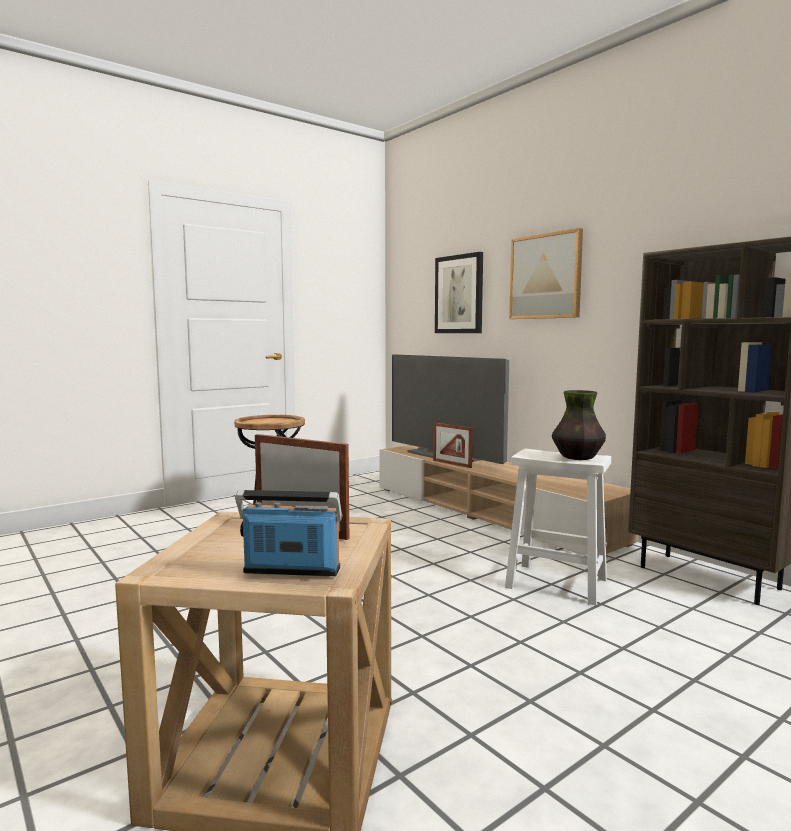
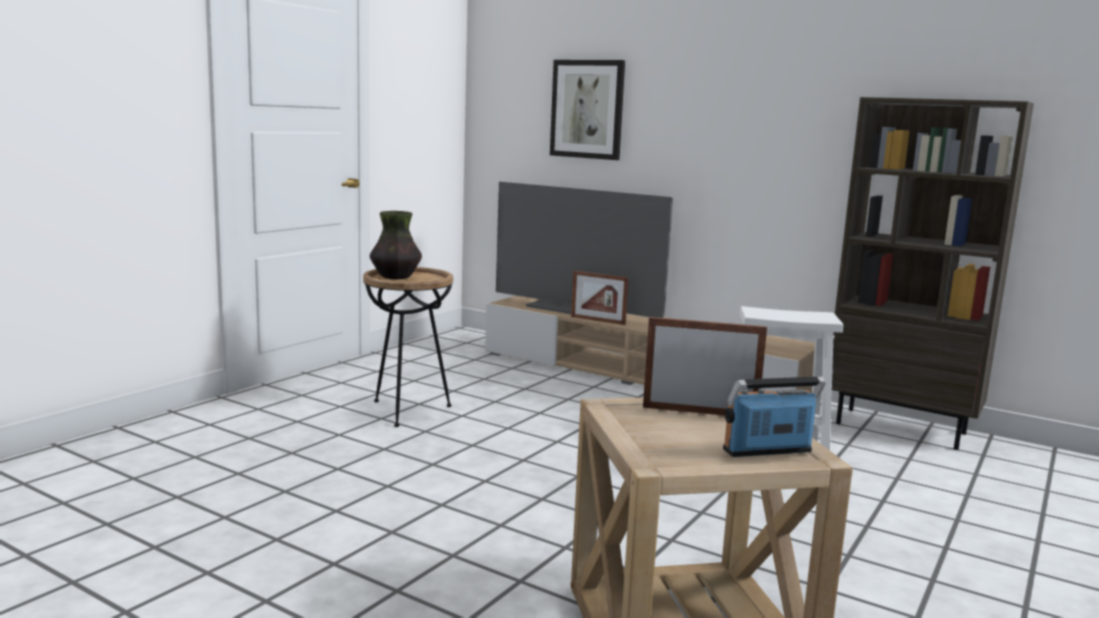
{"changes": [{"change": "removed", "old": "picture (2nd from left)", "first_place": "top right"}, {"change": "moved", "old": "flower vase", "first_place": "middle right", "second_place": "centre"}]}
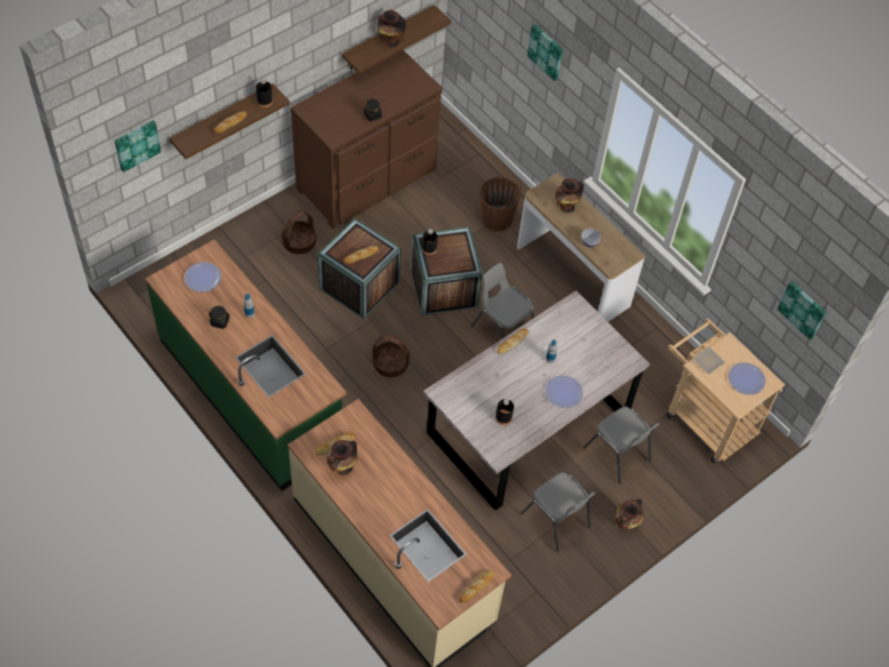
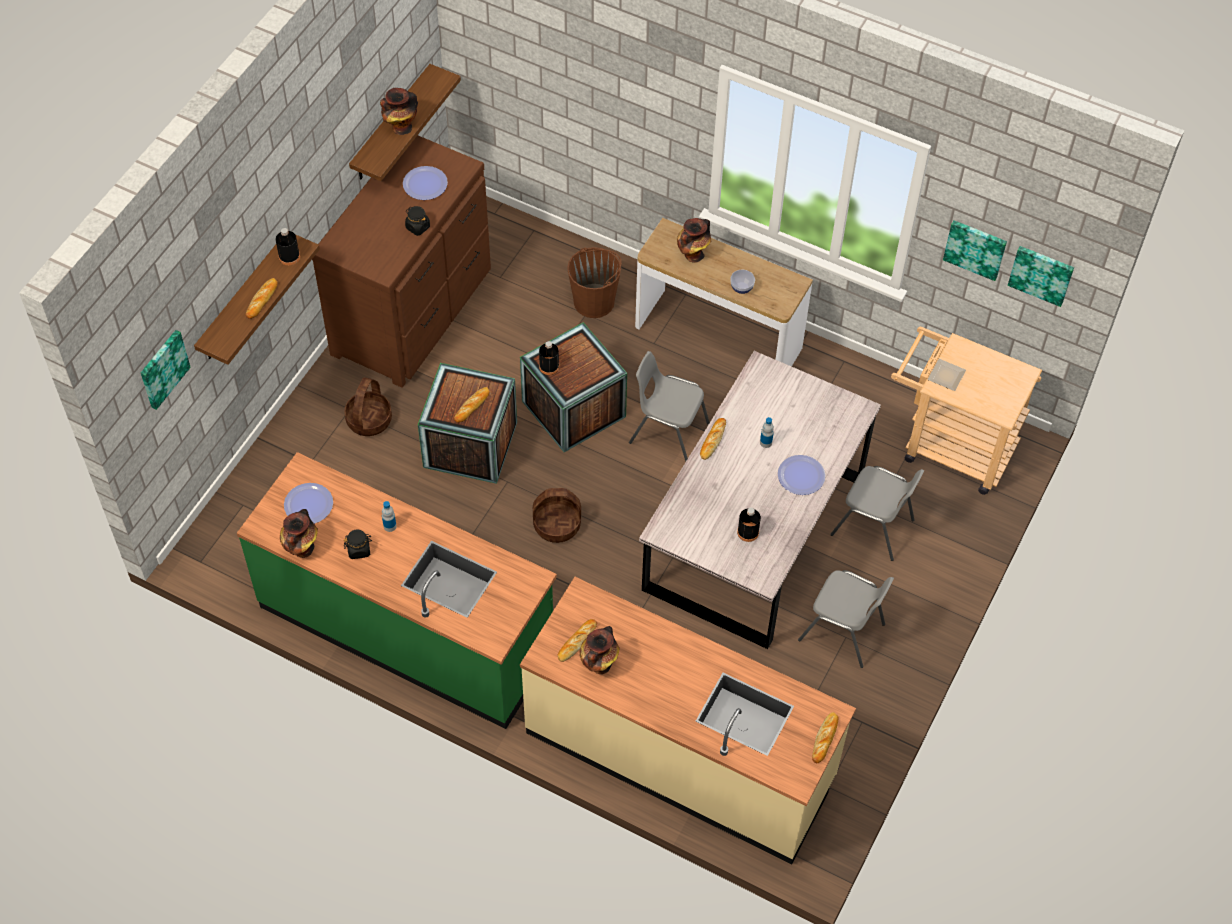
{"changes": [{"change": "moved", "old": "picture (2nd from left)", "first_place": "top centre", "second_place": "top right"}, {"change": "moved", "old": "flower vase (4th from left in the first image)", "new": "flower vase (1st from left)", "first_place": "bottom right", "second_place": "middle left"}, {"change": "moved", "old": "dinner plate (4th from left in the first image)", "new": "dinner plate (2nd from left)", "first_place": "middle right", "second_place": "top centre"}]}
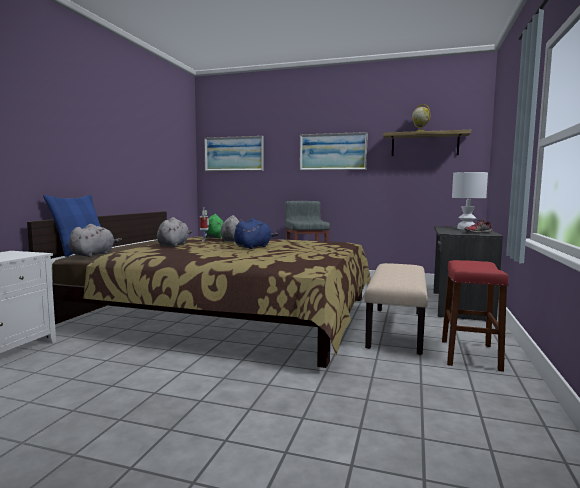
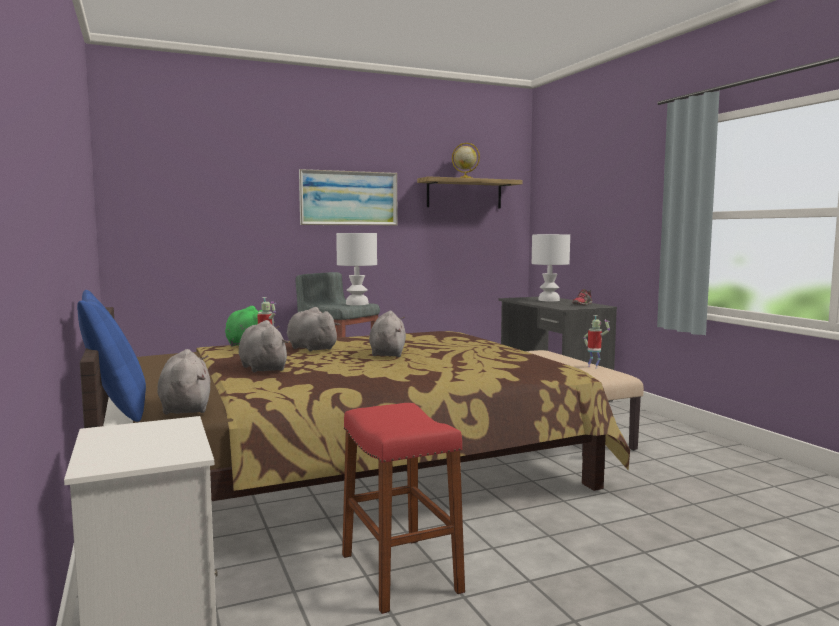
{"changes": [{"change": "removed", "old": "picture (1st from left)", "first_place": "top centre"}, {"change": "recoloured", "old": "soft toy (blue-coloured)", "new": "soft toy (greyish) (4th from left)", "first_place": "centre", "second_place": "centre"}, {"change": "moved", "old": "stool (reddish)", "first_place": "middle right", "second_place": "bottom centre"}, {"change": "added", "new": "lamp for a table (whitish) (1st from left)", "second_place": "centre"}, {"change": "added", "new": "robot figure (2nd from left)", "second_place": "middle right"}]}
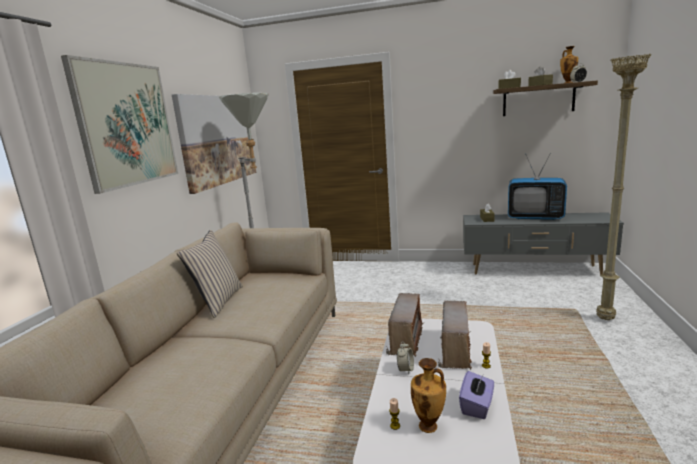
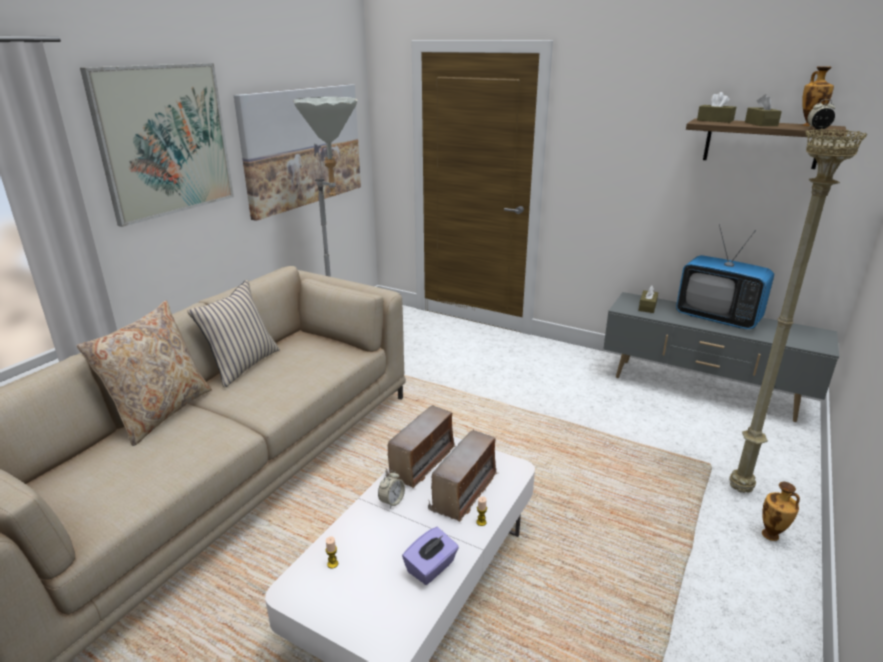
{"changes": [{"change": "moved", "old": "flower vase (1st from left)", "first_place": "bottom centre", "second_place": "bottom right"}, {"change": "added", "new": "pillow (beige-coloured) (1st from left)", "second_place": "middle left"}]}
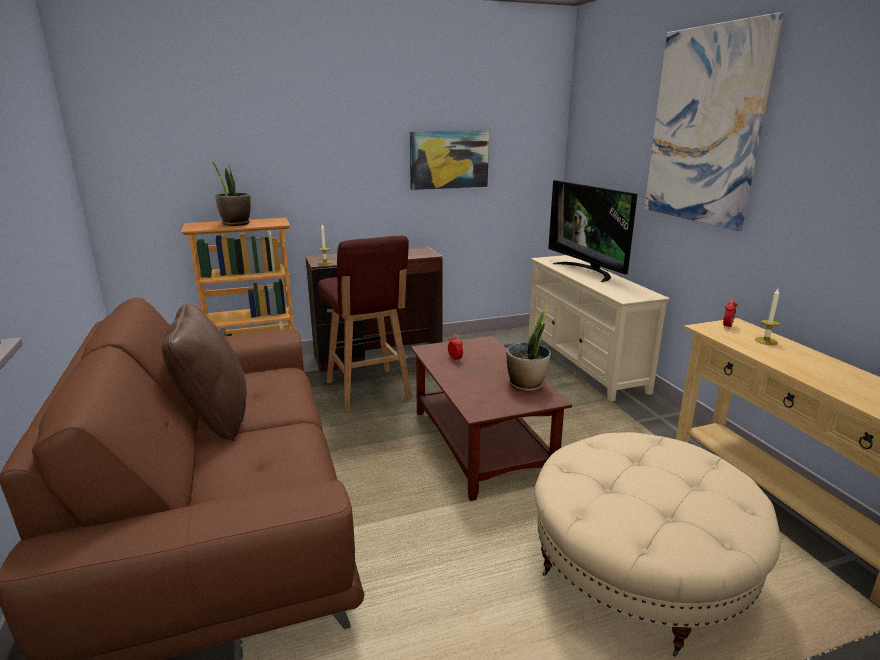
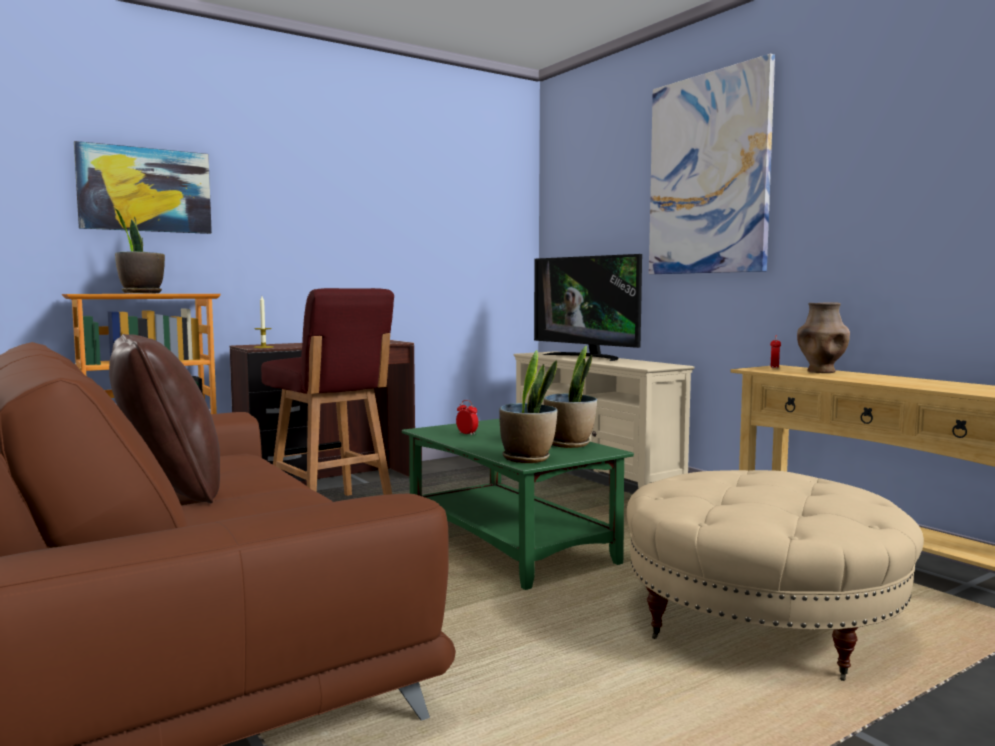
{"changes": [{"change": "moved", "old": "picture (1st from left)", "first_place": "top centre", "second_place": "top left"}, {"change": "recoloured", "old": "low table (brown)", "new": "low table (greenish)", "first_place": "centre", "second_place": "bottom centre"}, {"change": "replaced", "old": "wax light (2nd from left)", "new": "flower vase (brown)", "first_place": "middle right", "second_place": "middle right"}, {"change": "added", "new": "houseplant (2nd from left)", "second_place": "centre"}]}
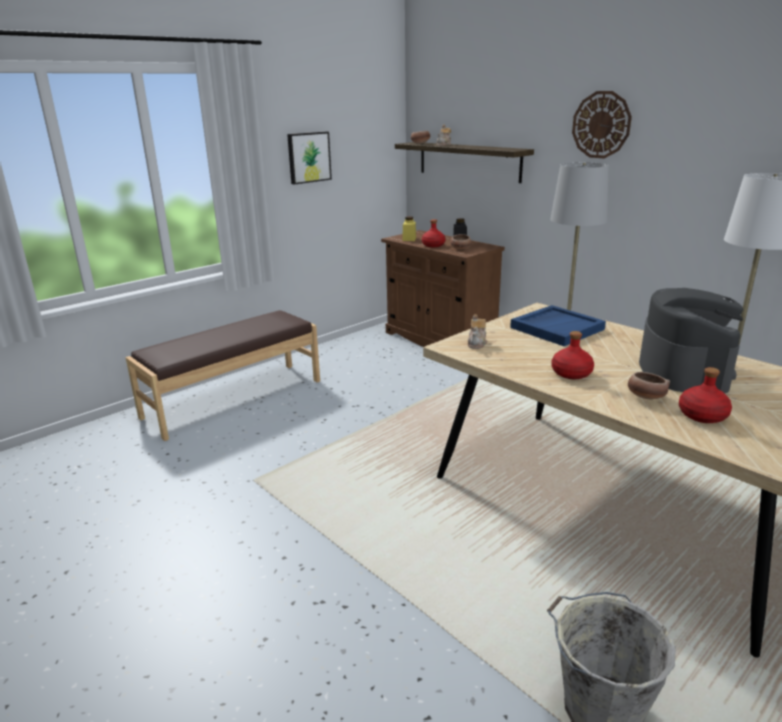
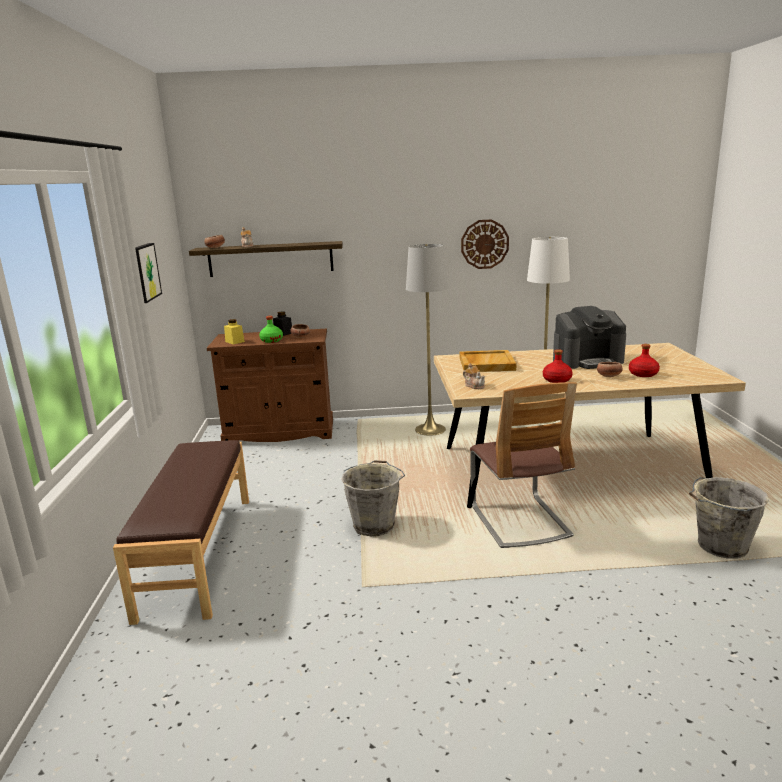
{"changes": [{"change": "recoloured", "old": "bottle (reddish) (1st from left)", "new": "bottle (greenish)", "first_place": "top centre", "second_place": "centre"}, {"change": "recoloured", "old": "tray (blue-coloured)", "new": "tray (beige-coloured)", "first_place": "middle right", "second_place": "centre"}, {"change": "moved", "old": "wall clock", "first_place": "top right", "second_place": "top centre"}, {"change": "turned", "old": "coffee maker", "first_place": "middle right", "second_place": "middle right", "degrees": 120}, {"change": "added", "new": "bucket (greyish) (1st from left)", "second_place": "centre"}, {"change": "added", "new": "upright chair", "second_place": "middle right"}]}
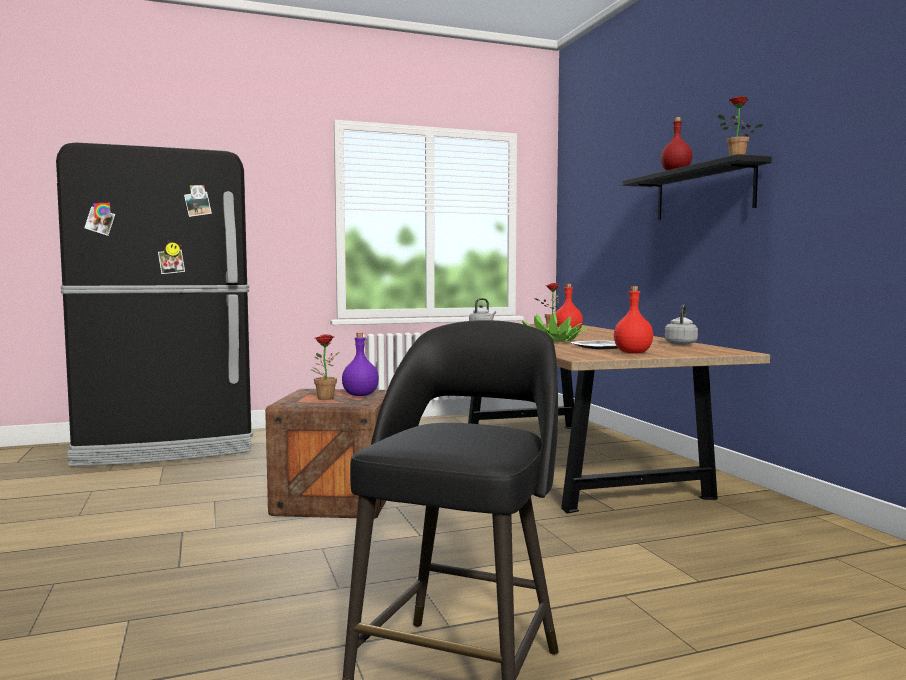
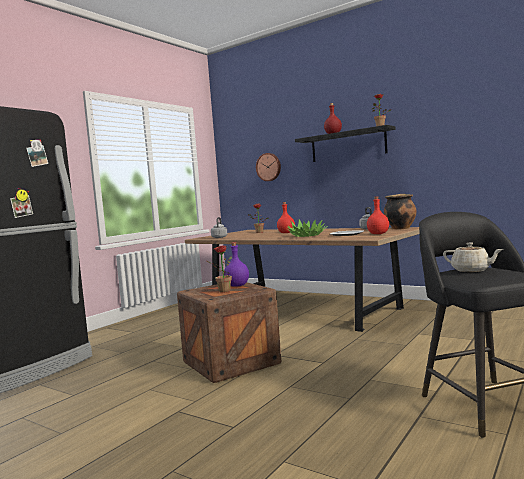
{"changes": [{"change": "added", "new": "wall clock", "second_place": "centre"}, {"change": "added", "new": "stockpot", "second_place": "middle right"}, {"change": "added", "new": "tea pot (beige-coloured)", "second_place": "middle right"}]}
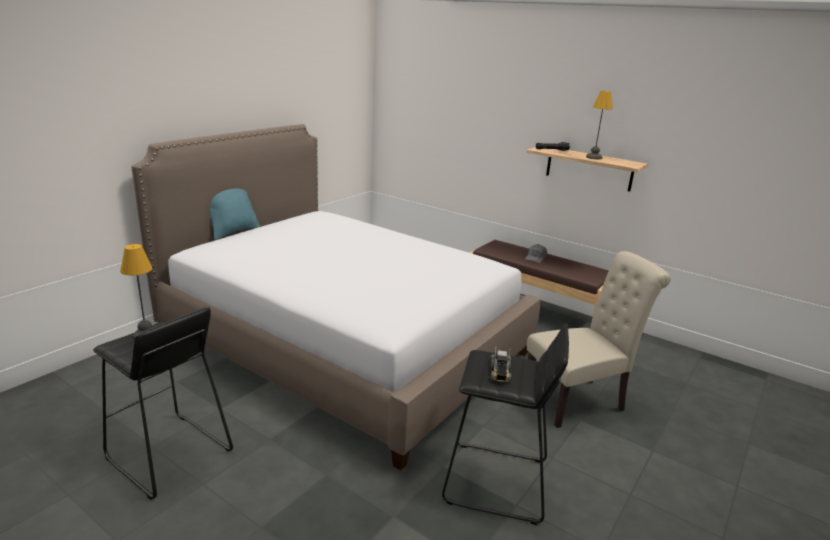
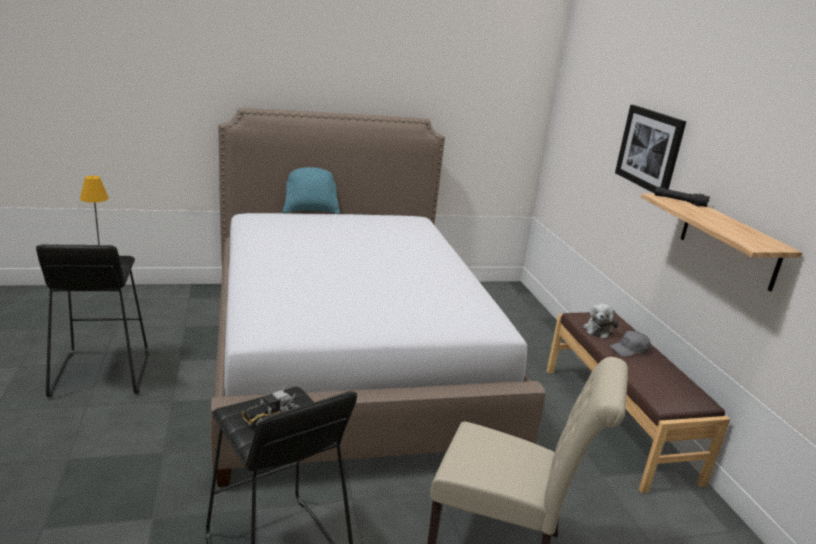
{"changes": [{"change": "removed", "old": "lamp for a table (2nd from left)", "first_place": "top right"}, {"change": "added", "new": "soft toy", "second_place": "middle right"}, {"change": "added", "new": "picture", "second_place": "top right"}]}
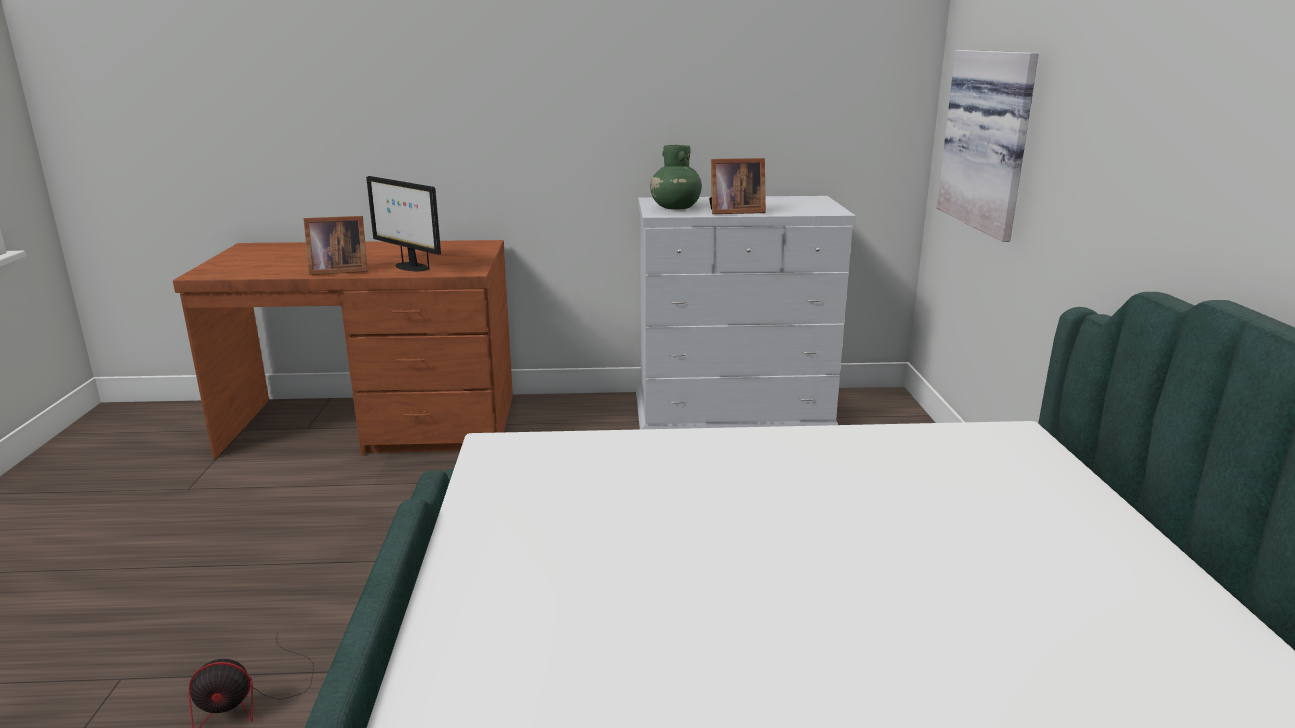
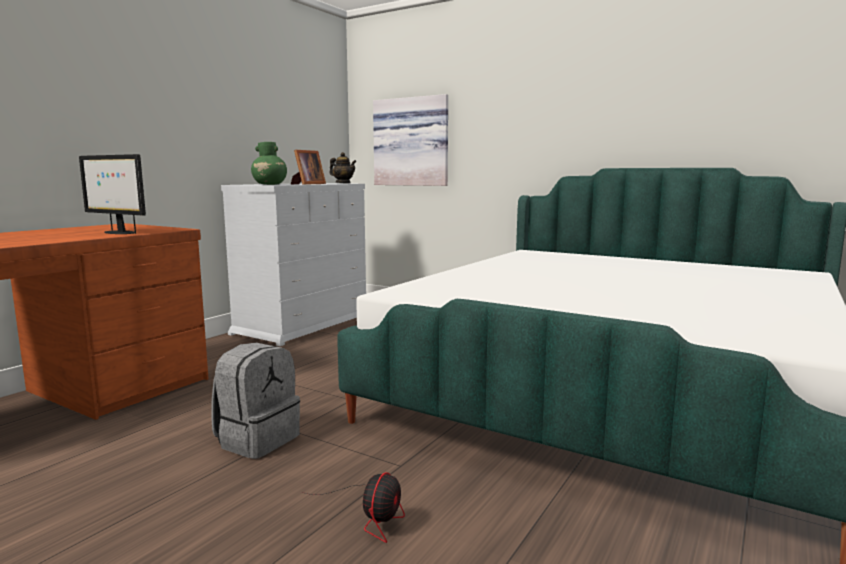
{"changes": [{"change": "removed", "old": "photo frame (1st from left)", "first_place": "middle left"}, {"change": "turned", "old": "computer screen", "first_place": "top left", "second_place": "middle left", "degrees": 45}, {"change": "added", "new": "knapsack (greyish)", "second_place": "bottom left"}, {"change": "added", "new": "tea pot", "second_place": "top centre"}]}
